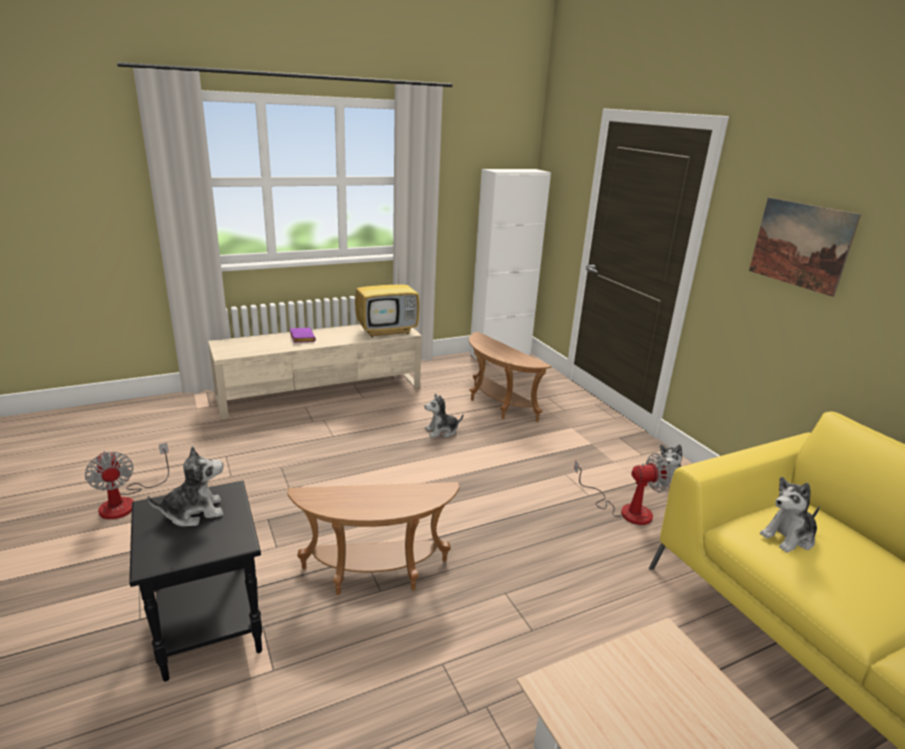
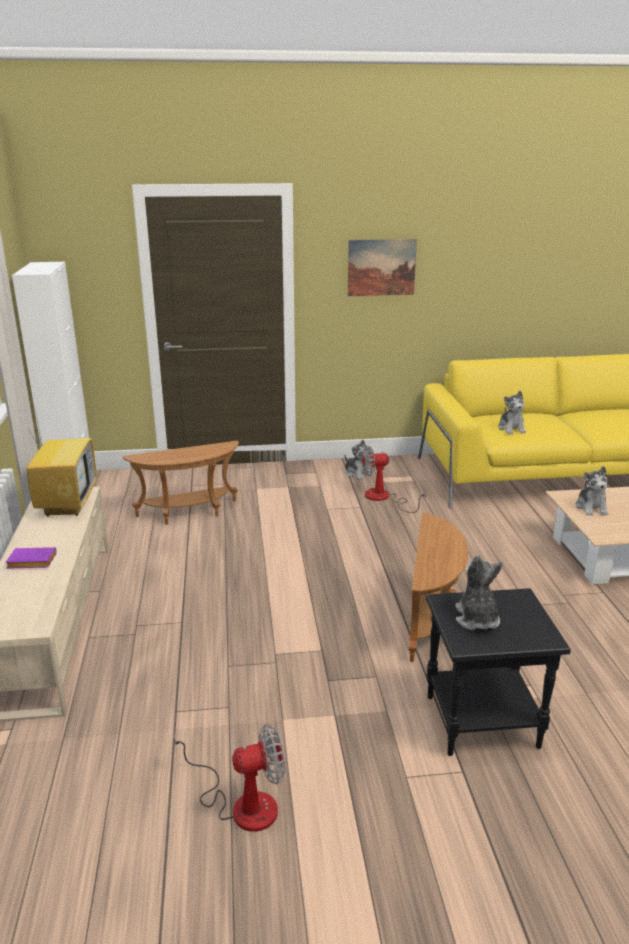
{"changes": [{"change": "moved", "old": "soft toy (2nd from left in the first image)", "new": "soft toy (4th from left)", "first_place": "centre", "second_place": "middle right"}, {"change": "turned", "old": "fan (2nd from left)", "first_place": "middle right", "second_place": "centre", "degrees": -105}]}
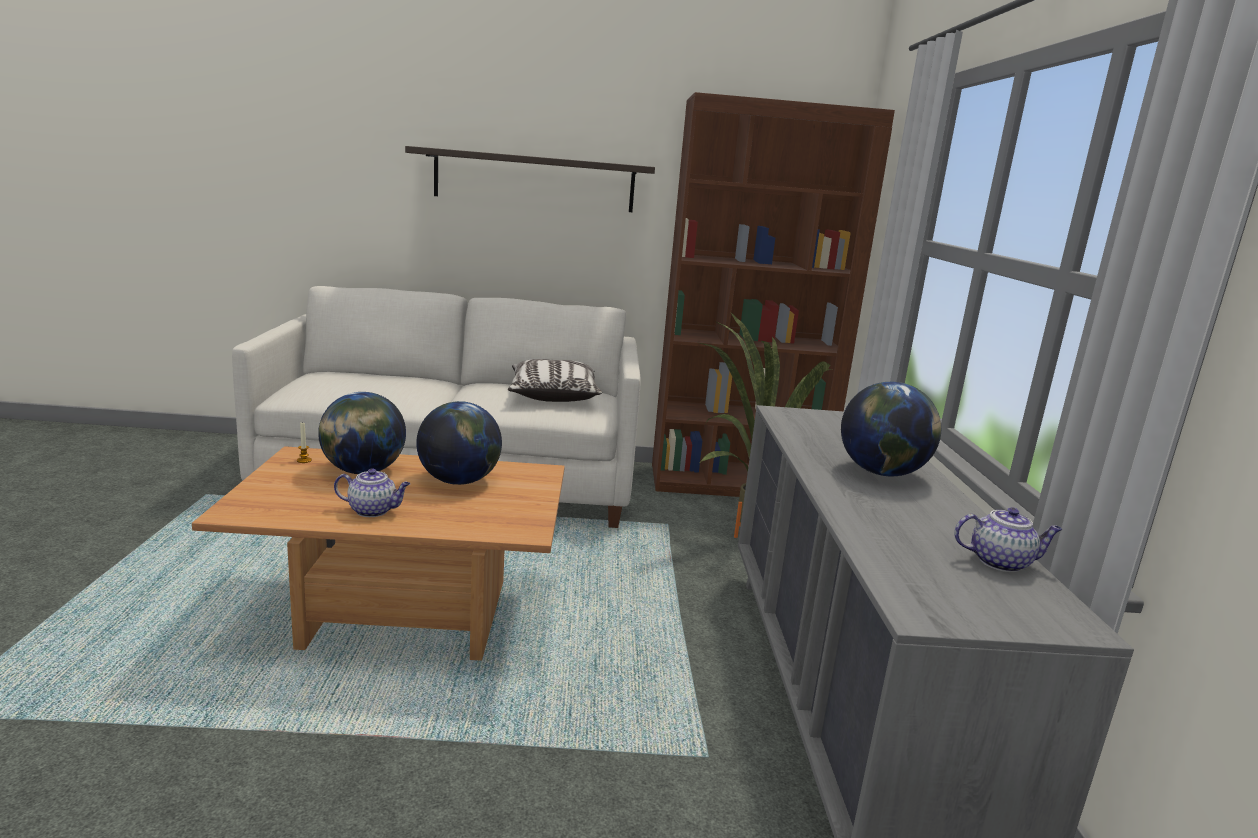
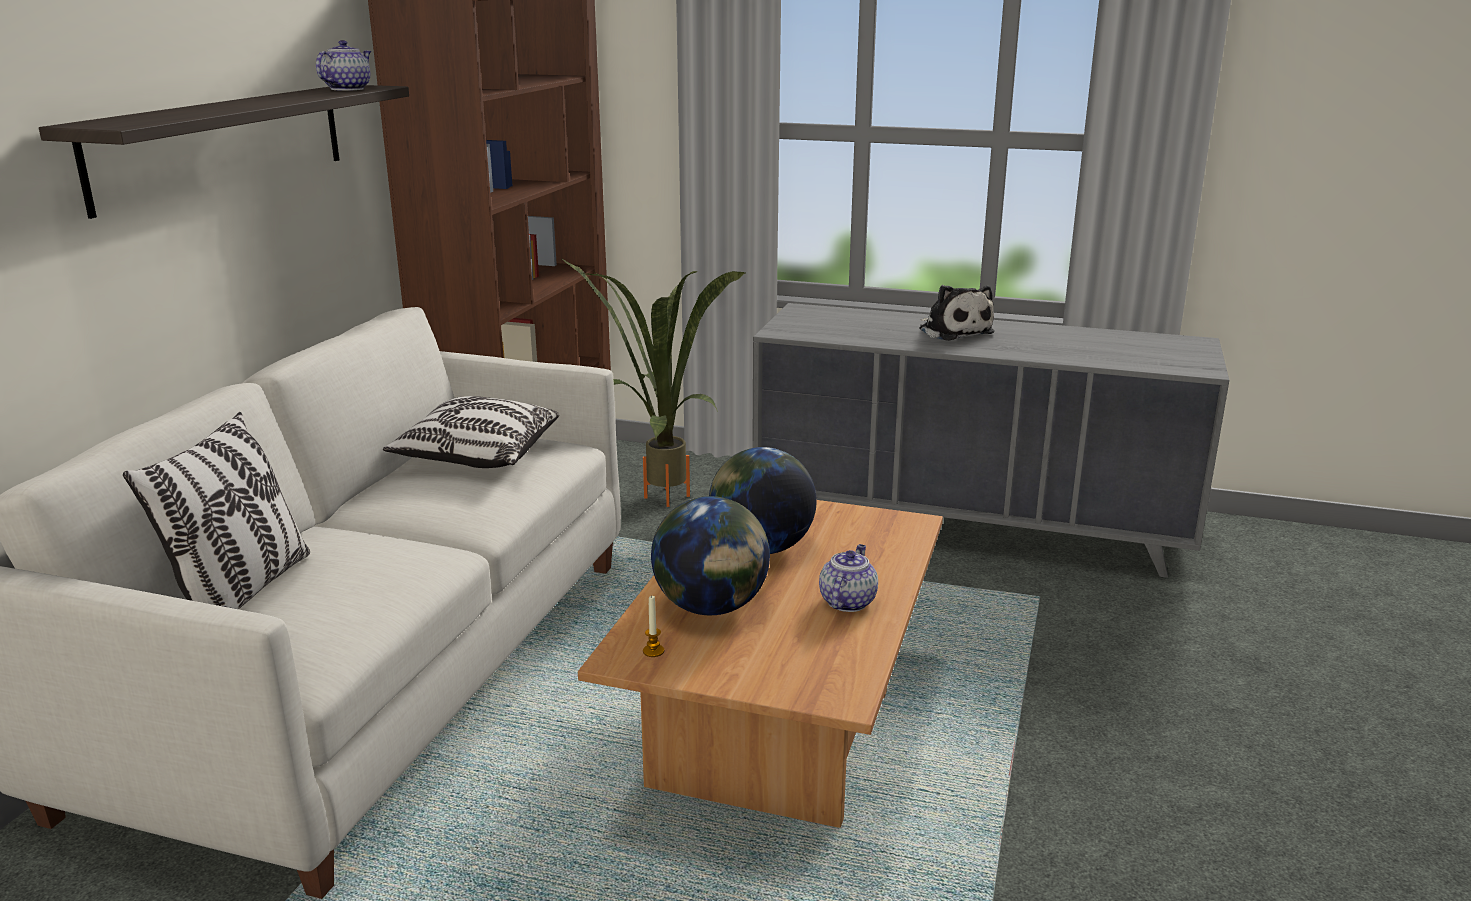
{"changes": [{"change": "replaced", "old": "globe (3rd from left)", "new": "soft toy", "first_place": "middle right", "second_place": "centre"}, {"change": "moved", "old": "tea pot (2nd from left in the first image)", "new": "tea pot (1st from left)", "first_place": "middle right", "second_place": "top left"}, {"change": "added", "new": "pillow (1st from left)", "second_place": "middle left"}]}
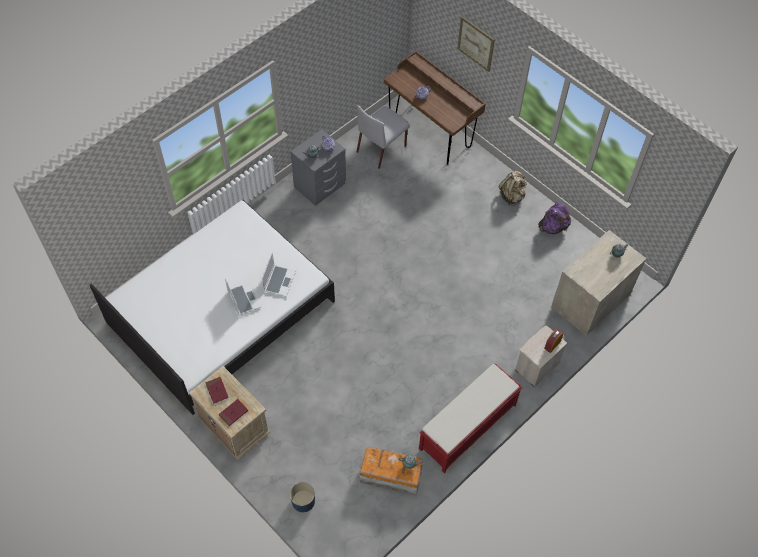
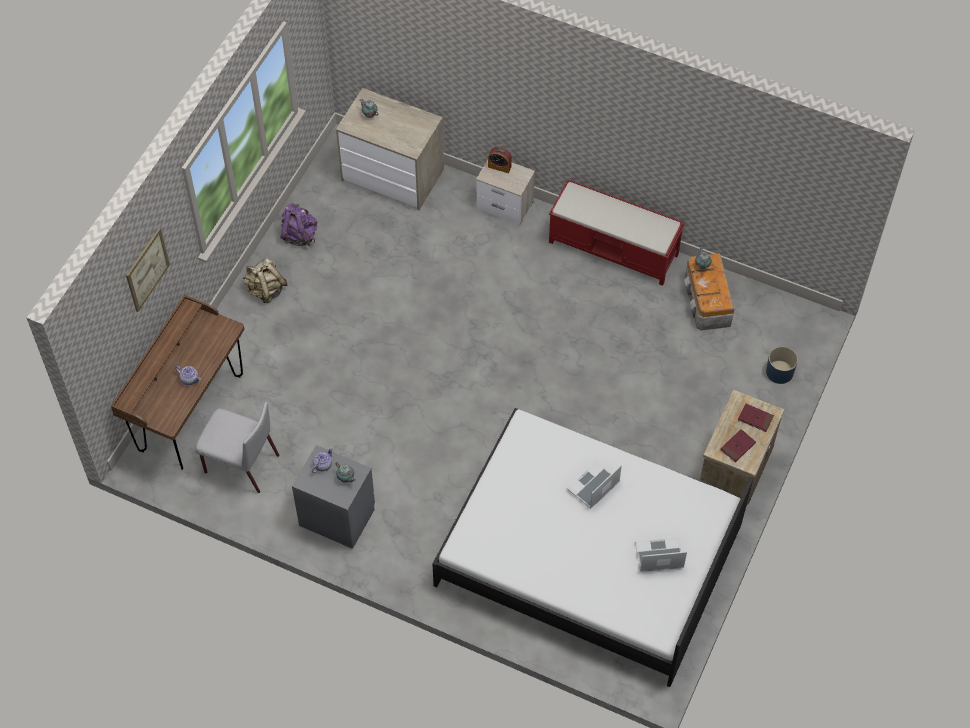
{"changes": [{"change": "moved", "old": "laptop (2nd from left)", "first_place": "centre", "second_place": "bottom right"}]}
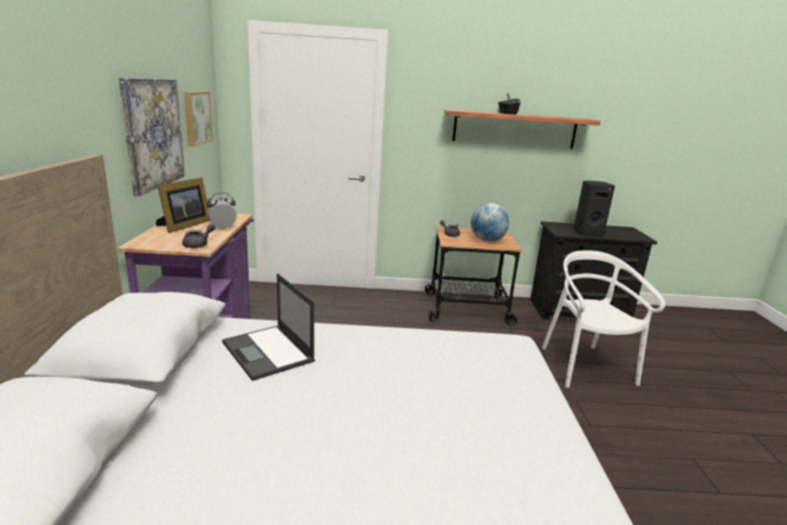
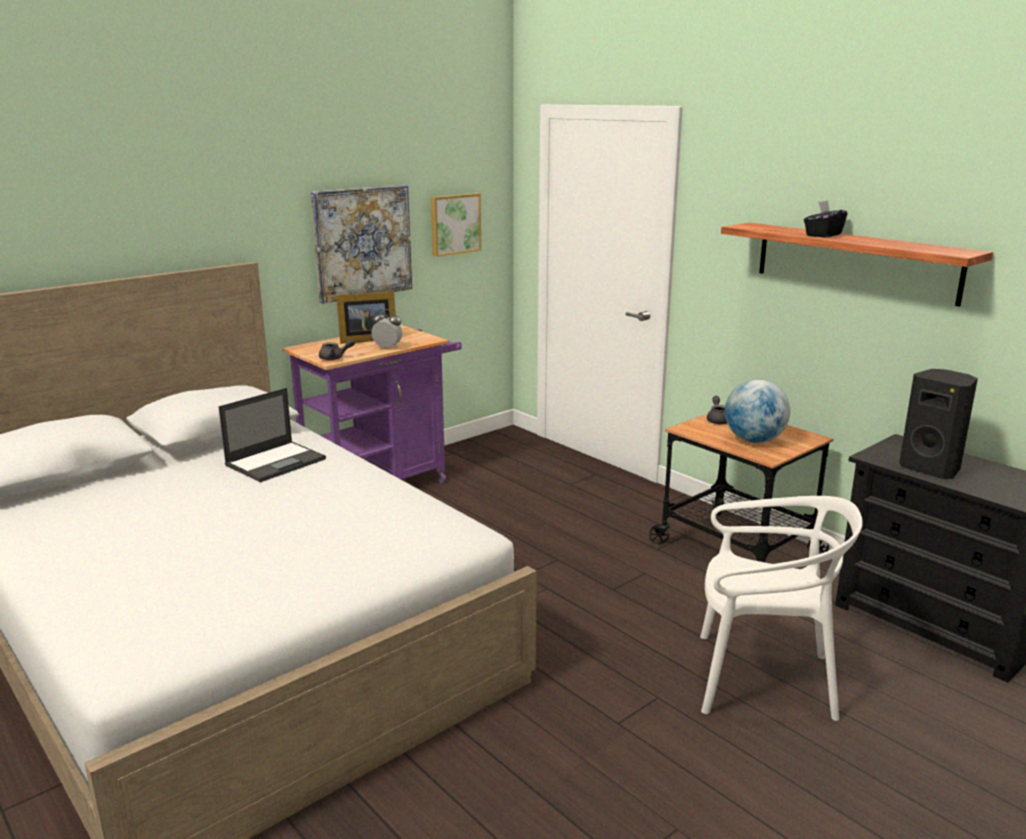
{"changes": [{"change": "turned", "old": "laptop", "first_place": "centre", "second_place": "middle left", "degrees": -150}, {"change": "turned", "old": "upright chair (whitish)", "first_place": "middle right", "second_place": "bottom right", "degrees": 60}]}
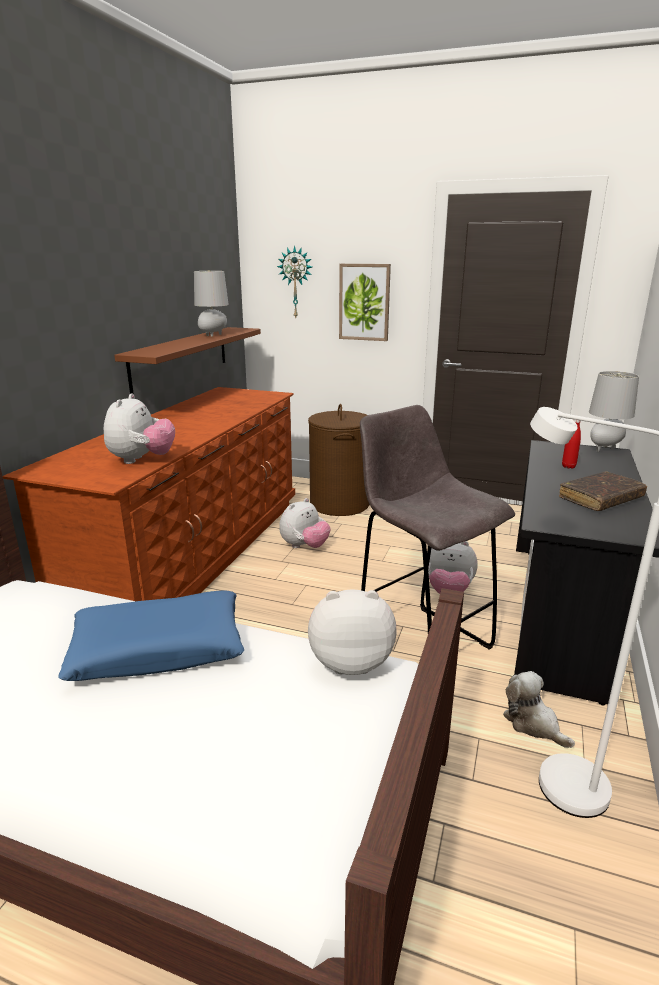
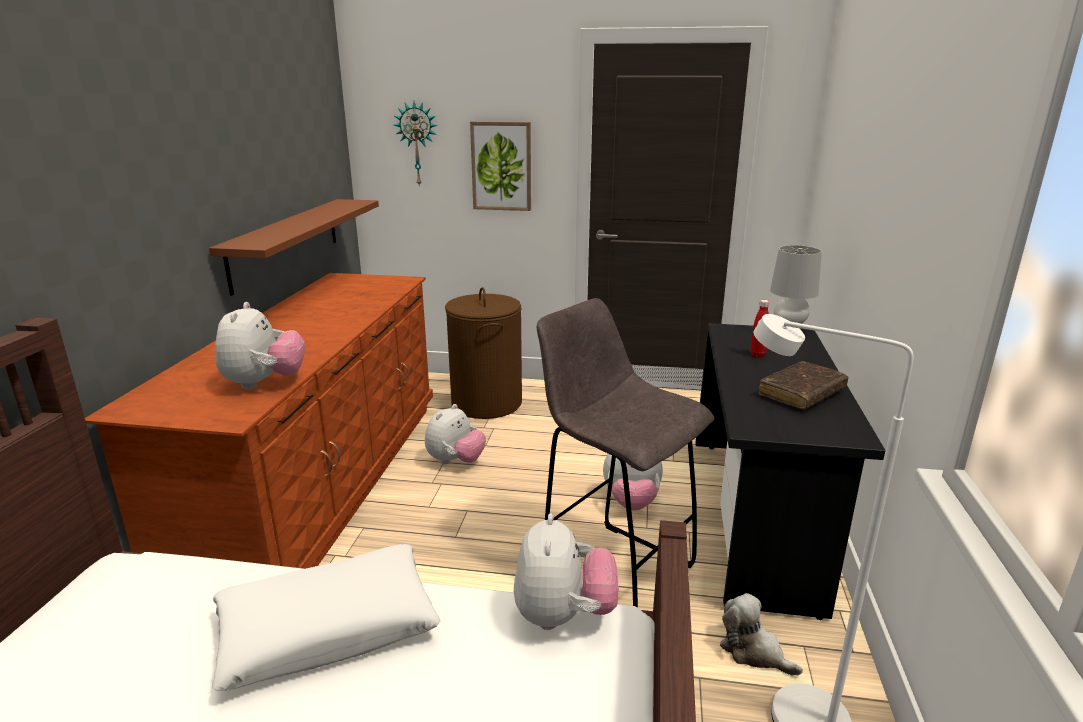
{"changes": [{"change": "recoloured", "old": "pillow (blue-coloured)", "new": "pillow (whitish)", "first_place": "middle left", "second_place": "bottom left"}, {"change": "removed", "old": "lamp for a table (greyish) (1st from left)", "first_place": "top left"}, {"change": "turned", "old": "soft toy (3rd from left)", "first_place": "centre", "second_place": "bottom centre", "degrees": 105}]}
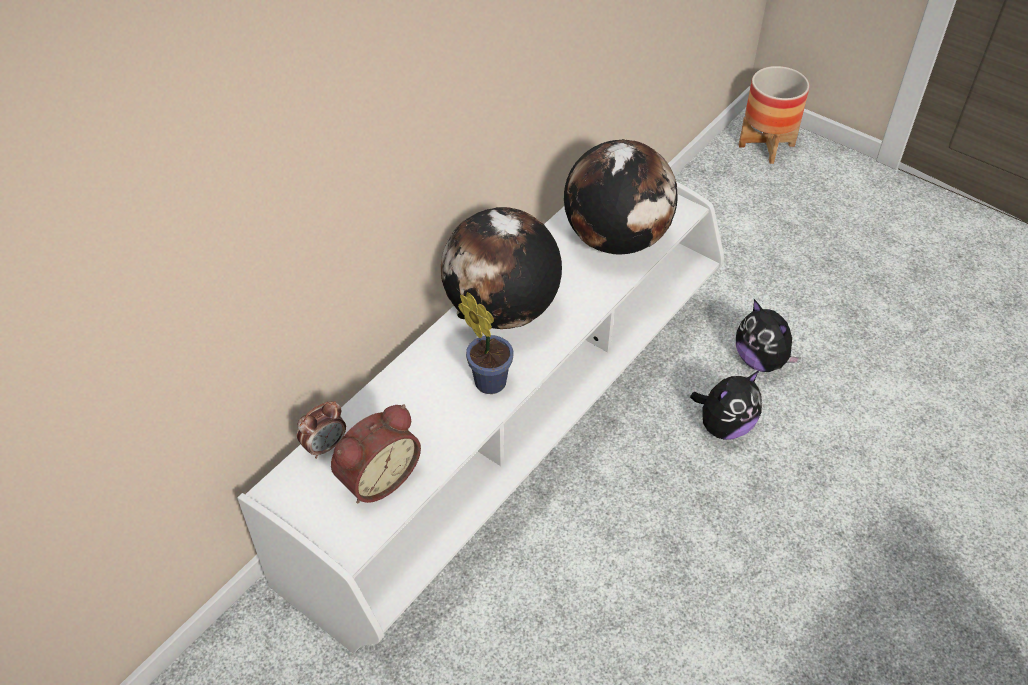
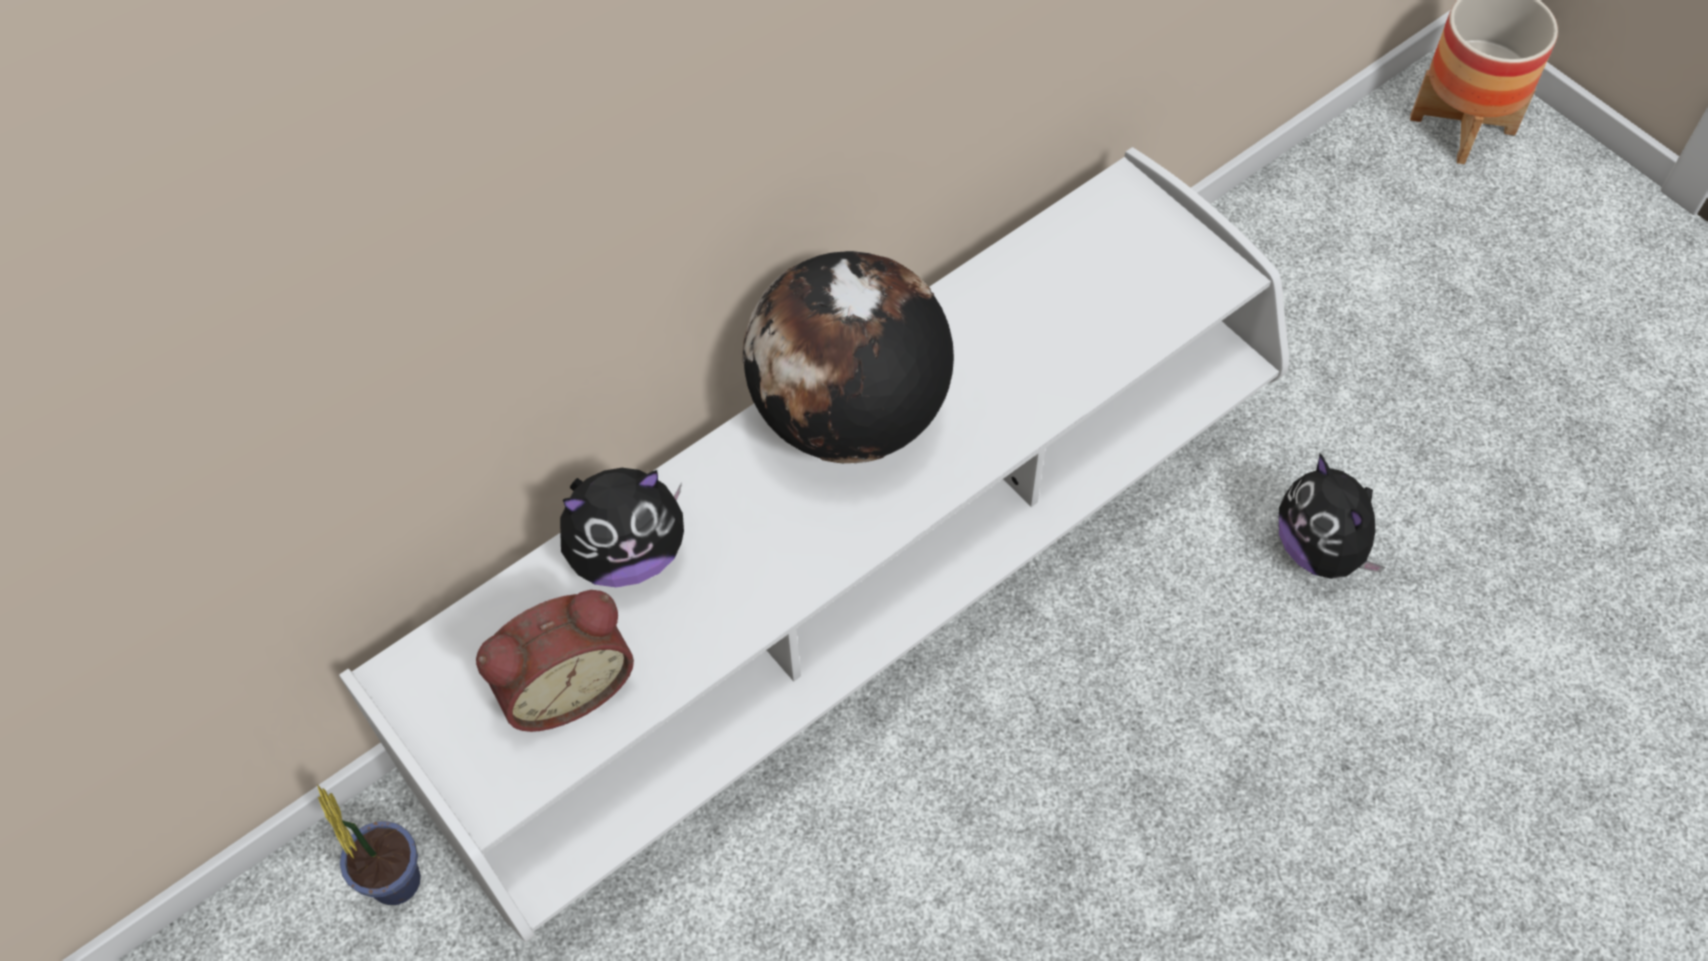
{"changes": [{"change": "removed", "old": "bedside clock (1st from left)", "first_place": "middle left"}, {"change": "moved", "old": "houseplant", "first_place": "centre", "second_place": "bottom left"}, {"change": "removed", "old": "globe (2nd from left)", "first_place": "top centre"}, {"change": "moved", "old": "soft toy (1st from left)", "first_place": "middle right", "second_place": "centre"}]}
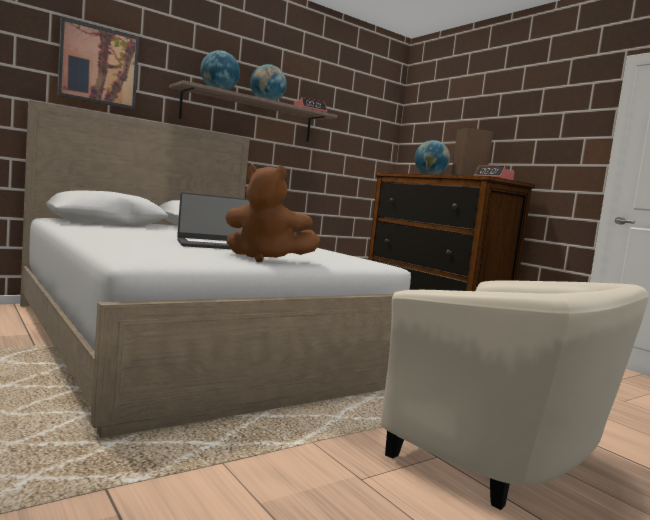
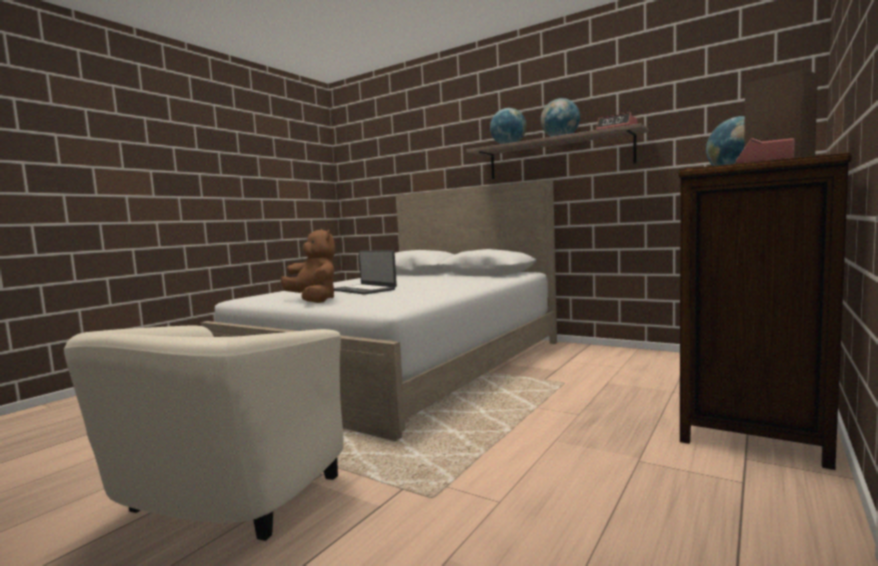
{"changes": [{"change": "removed", "old": "picture", "first_place": "top left"}, {"change": "turned", "old": "soft toy (brown)", "first_place": "centre", "second_place": "centre", "degrees": 150}]}
